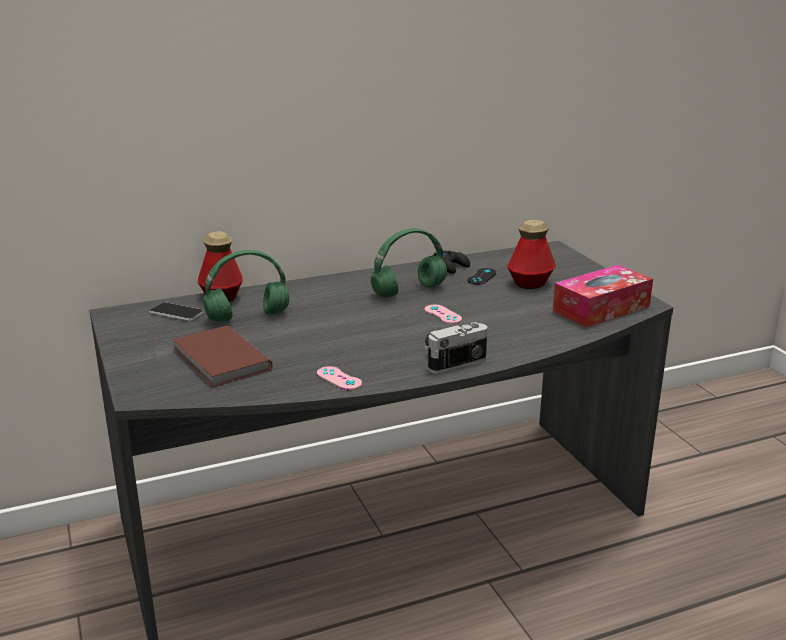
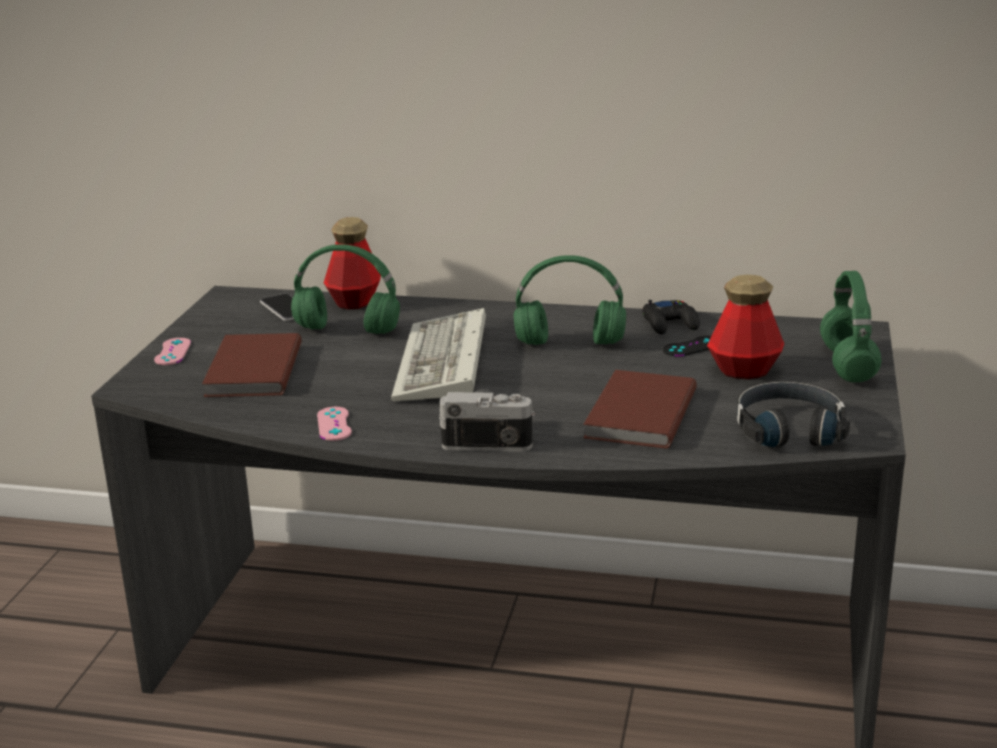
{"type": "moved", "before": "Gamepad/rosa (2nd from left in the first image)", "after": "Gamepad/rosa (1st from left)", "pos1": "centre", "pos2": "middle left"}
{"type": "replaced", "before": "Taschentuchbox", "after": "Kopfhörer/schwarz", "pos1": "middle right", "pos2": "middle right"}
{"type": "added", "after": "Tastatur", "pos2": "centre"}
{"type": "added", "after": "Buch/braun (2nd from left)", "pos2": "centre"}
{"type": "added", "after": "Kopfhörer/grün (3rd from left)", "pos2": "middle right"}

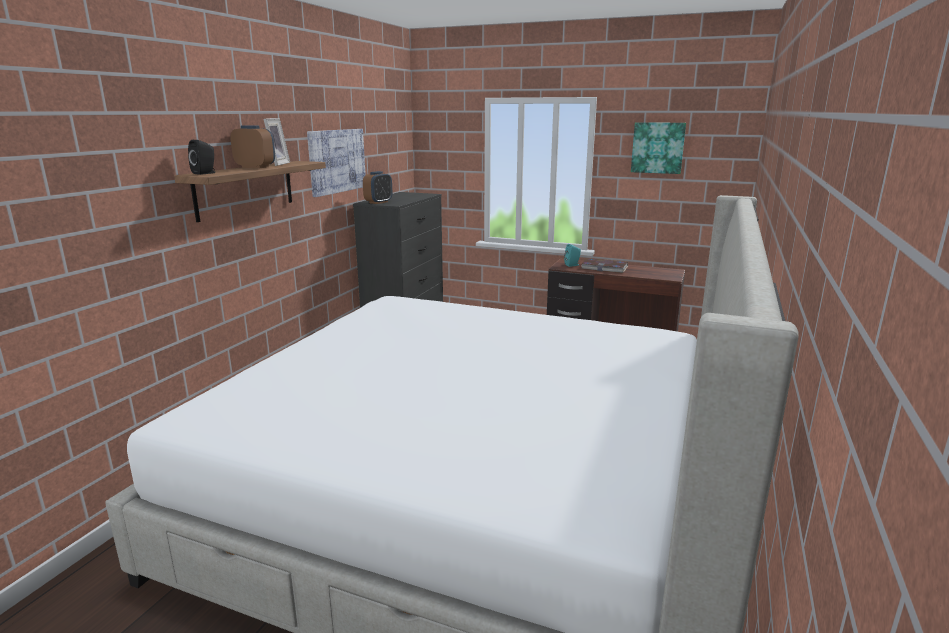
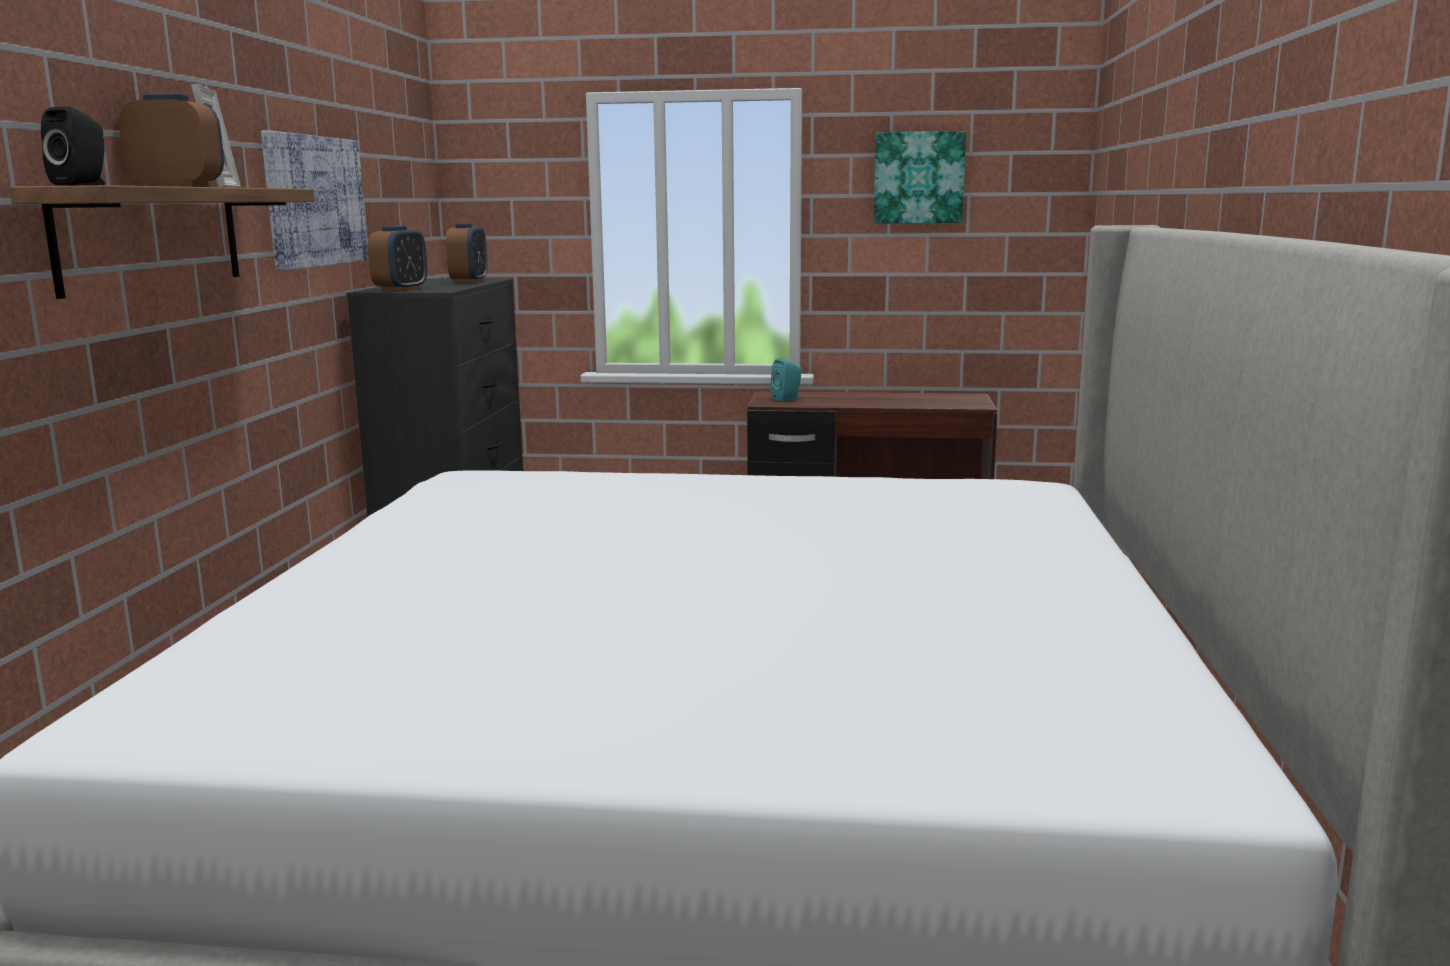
{"type": "removed", "before": "Buch", "pos1": "centre"}
{"type": "added", "after": "Wecker (3rd from left)", "pos2": "top left"}

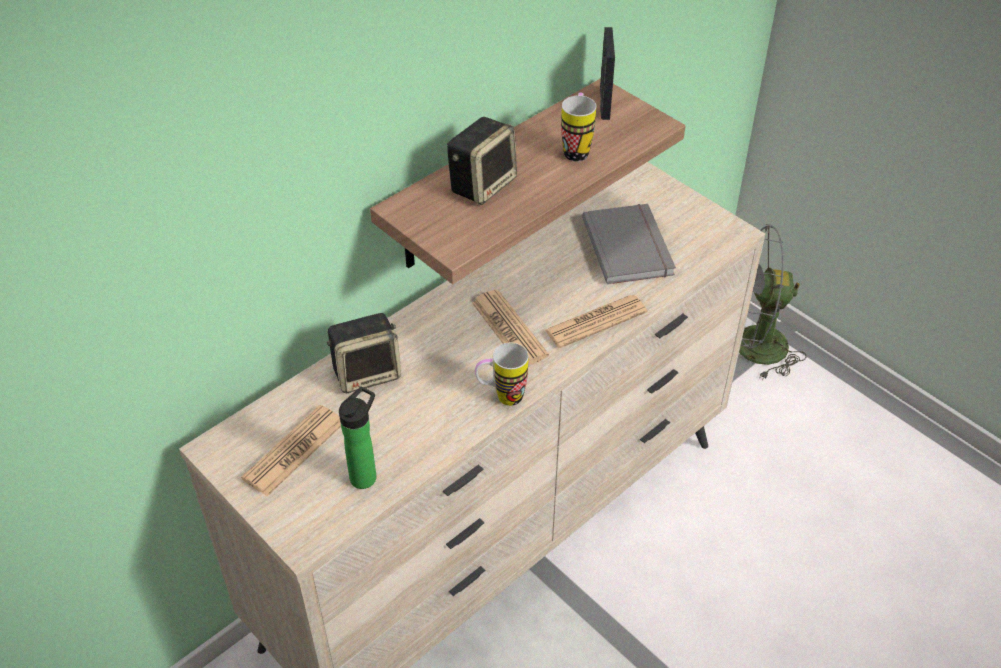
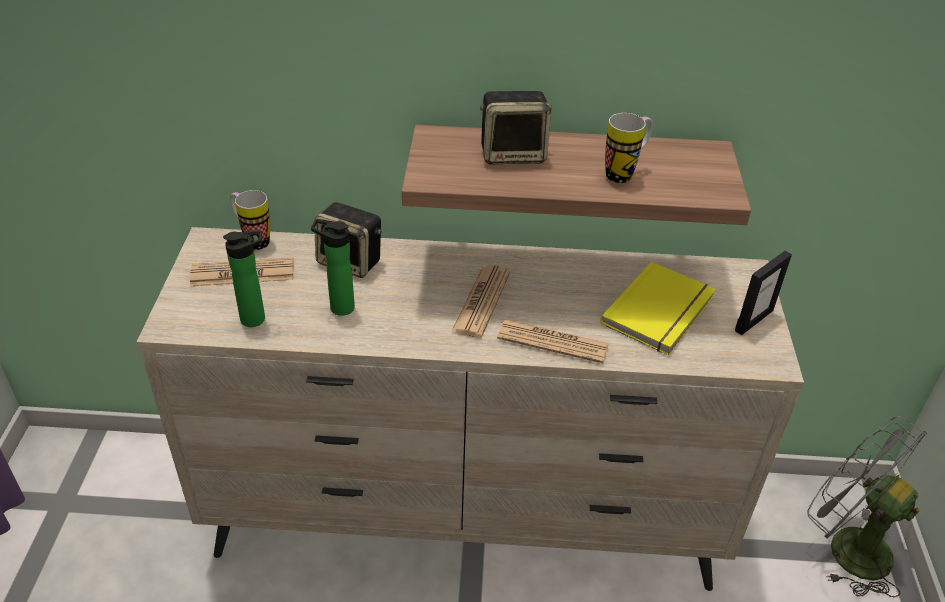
{"type": "moved", "before": "Henkelbecher (1st from left)", "pos1": "centre", "pos2": "middle left"}
{"type": "recoloured", "before": "Buch/grau", "after": "Buch/gelb", "pos1": "centre", "pos2": "middle right"}
{"type": "moved", "before": "Bilderrahmen", "pos1": "top centre", "pos2": "middle right"}
{"type": "added", "after": "Flasche (2nd from left)", "pos2": "centre"}

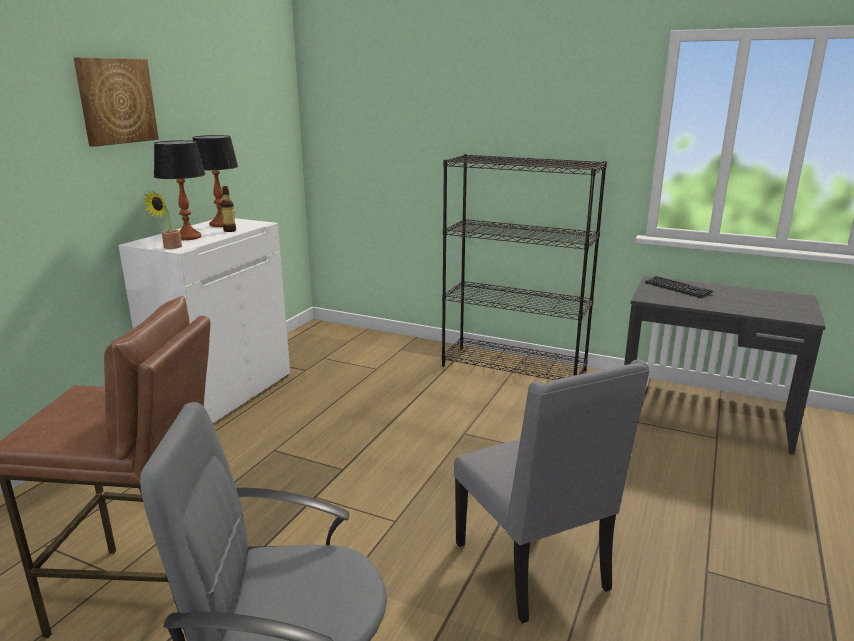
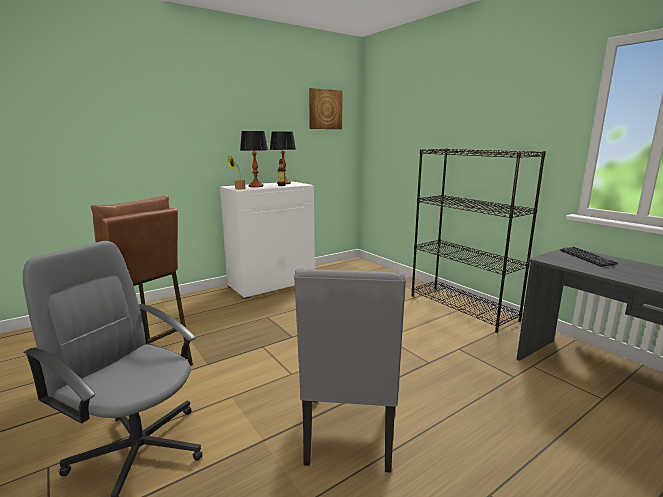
{"type": "moved", "before": "Bild", "pos1": "top left", "pos2": "top centre"}

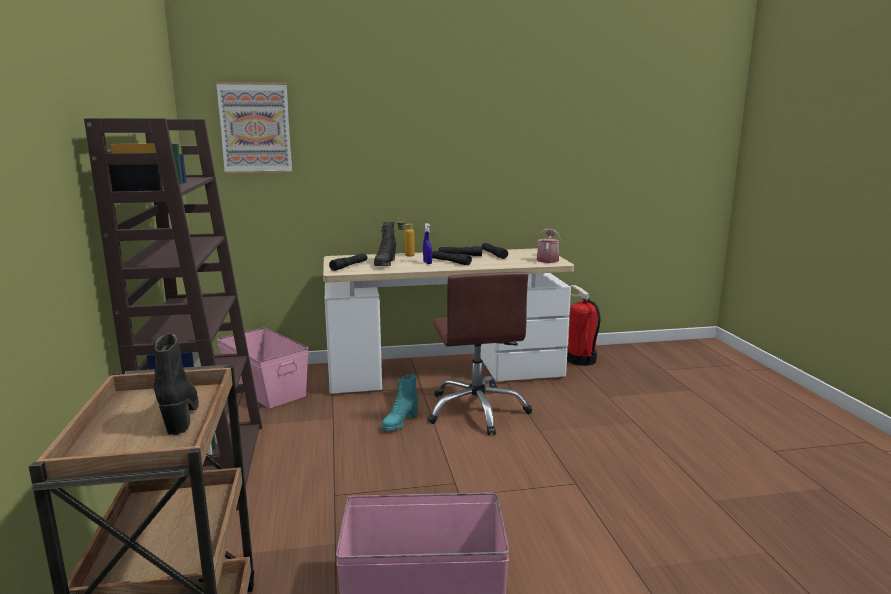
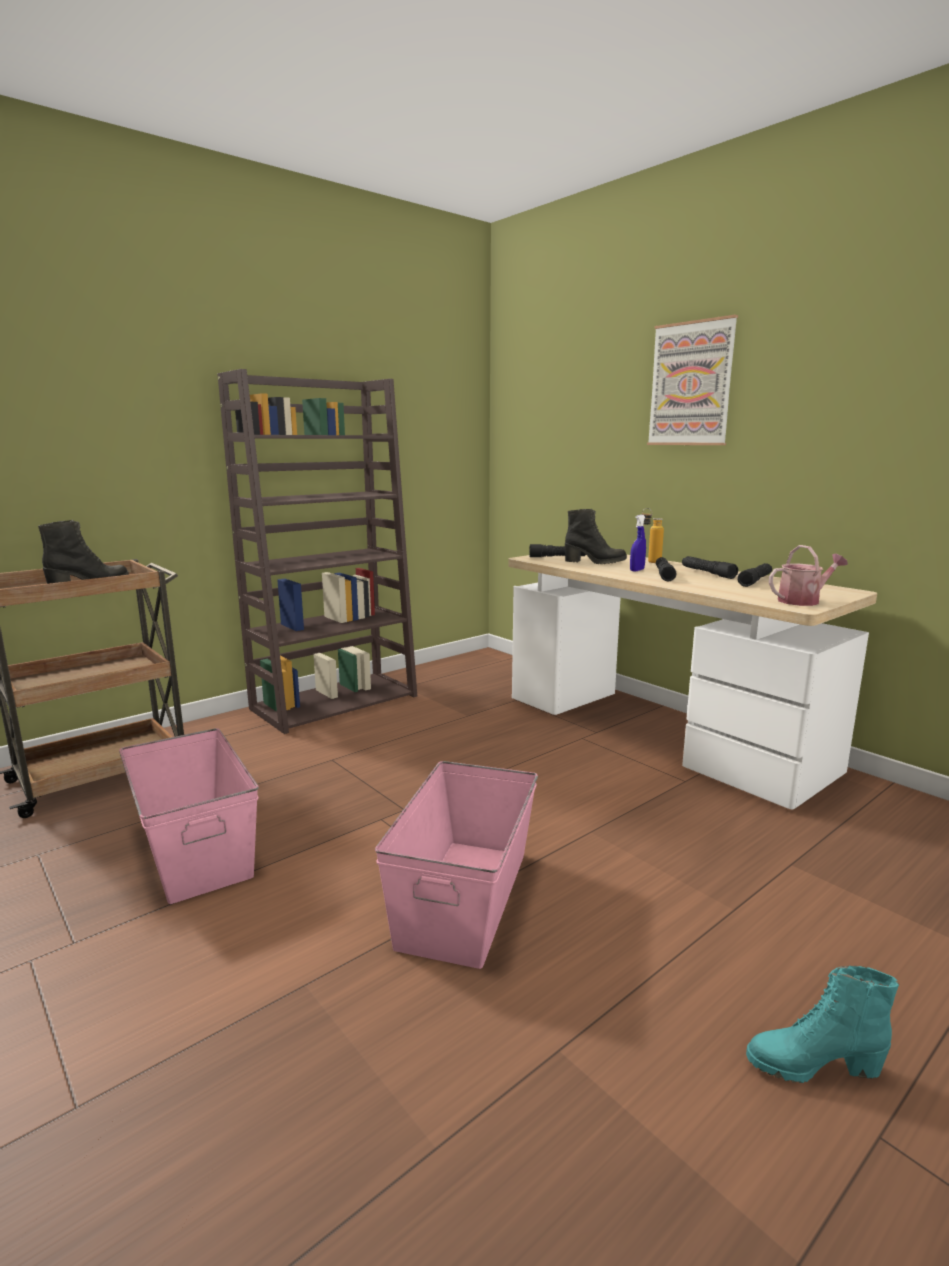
{"type": "moved", "before": "Bild", "pos1": "top left", "pos2": "top right"}
{"type": "moved", "before": "Aufbewahrungsbox/rosa (1st from left in the first image)", "after": "Aufbewahrungsbox/rosa (2nd from left)", "pos1": "middle left", "pos2": "bottom centre"}
{"type": "turned", "before": "Stiefel/schwarz (2nd from left)", "pos1": "centre", "pos2": "centre", "turn": -150}
{"type": "moved", "before": "Stiefel/türkis", "pos1": "bottom centre", "pos2": "bottom right"}
{"type": "removed", "before": "Bürostuhl/braun", "pos1": "centre"}
{"type": "removed", "before": "Feuerlöscher", "pos1": "centre"}

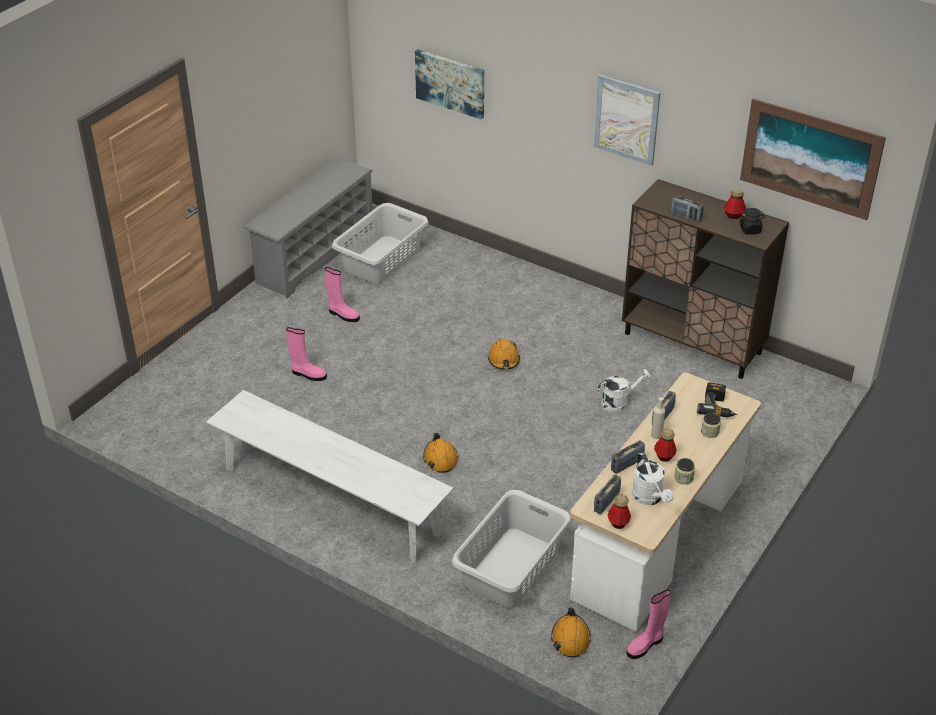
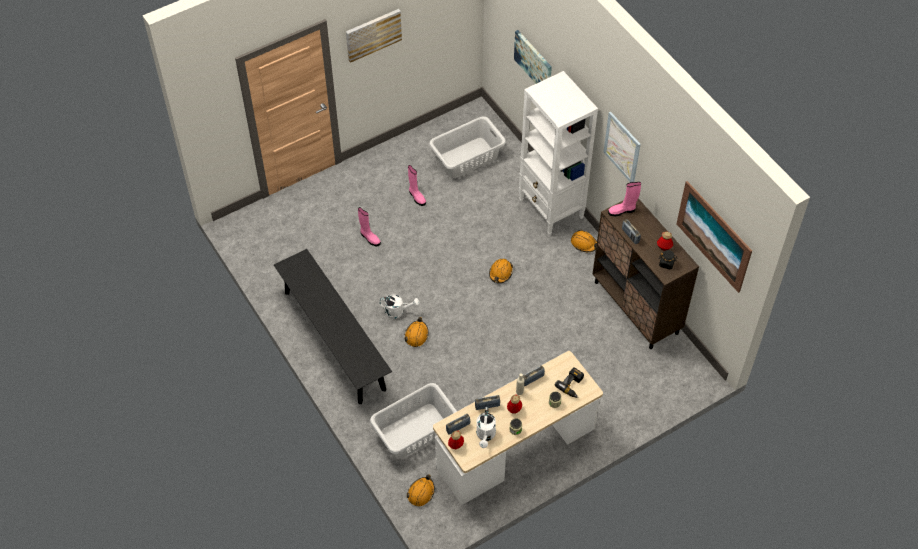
{"type": "recoloured", "before": "Bank/weiß", "after": "Bank/schwarz", "pos1": "centre", "pos2": "centre"}
{"type": "removed", "before": "Schuhregal/grau", "pos1": "top left"}
{"type": "moved", "before": "Gießkanne/weiß (1st from left)", "pos1": "middle right", "pos2": "centre"}
{"type": "moved", "before": "Stiefel/rosa (3rd from left)", "pos1": "bottom right", "pos2": "middle right"}
{"type": "added", "after": "Bild (1st from left)", "pos2": "top centre"}
{"type": "added", "after": "Bücherregal/weiß", "pos2": "top centre"}
{"type": "added", "after": "Schutzhelm/orange (4th from left)", "pos2": "centre"}

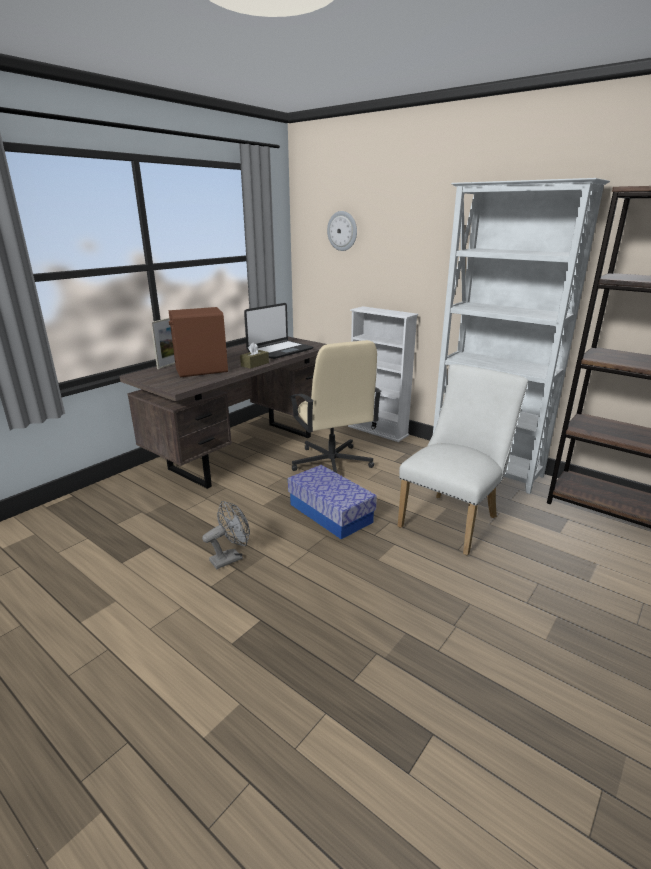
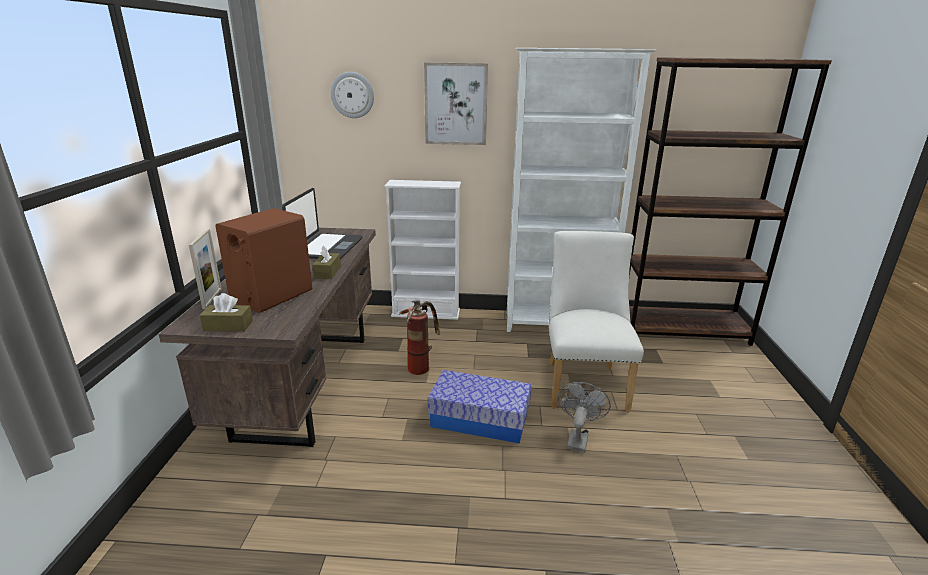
{"type": "moved", "before": "Ventilator/grau", "pos1": "centre", "pos2": "bottom centre"}
{"type": "replaced", "before": "Bürostuhl/beige", "after": "Feuerlöscher", "pos1": "centre", "pos2": "centre"}
{"type": "added", "after": "Taschentuchbox/braun (1st from left)", "pos2": "middle left"}
{"type": "added", "after": "Bild", "pos2": "top centre"}

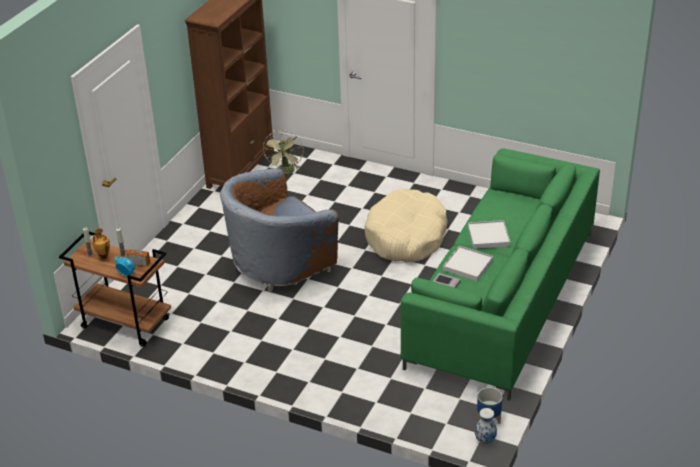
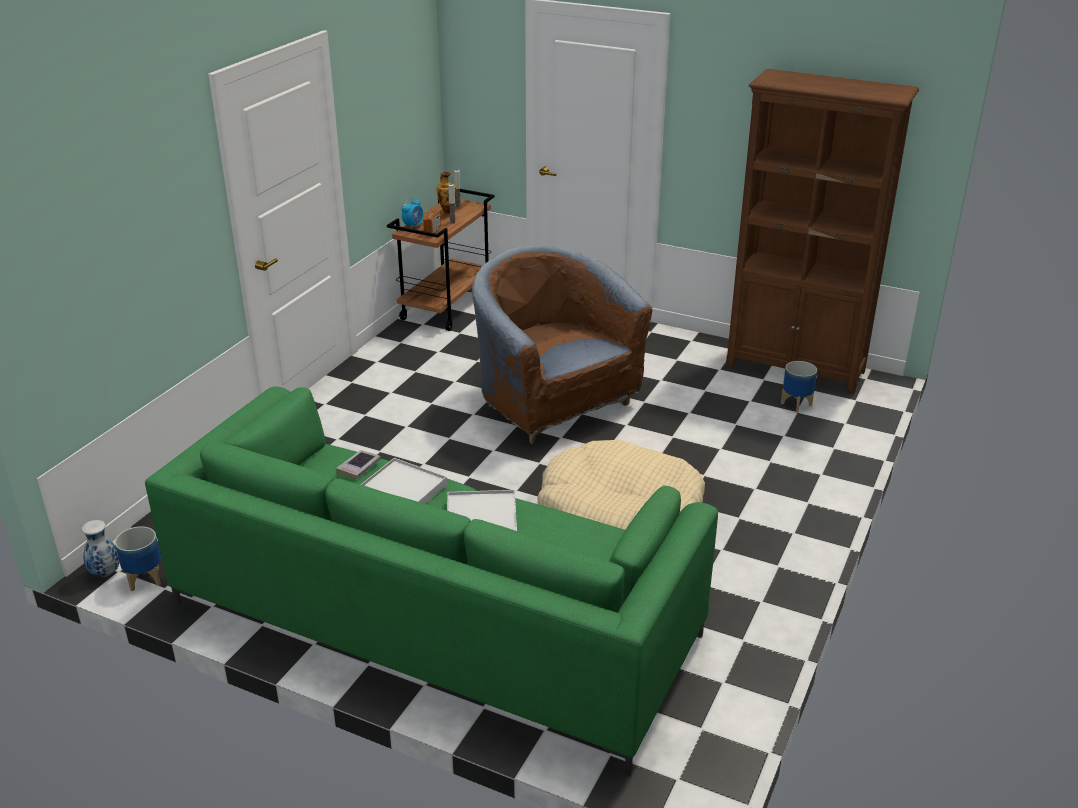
{"type": "replaced", "before": "Ventilator/grün", "after": "Pflanzkübel (2nd from left)", "pos1": "top centre", "pos2": "middle right"}

